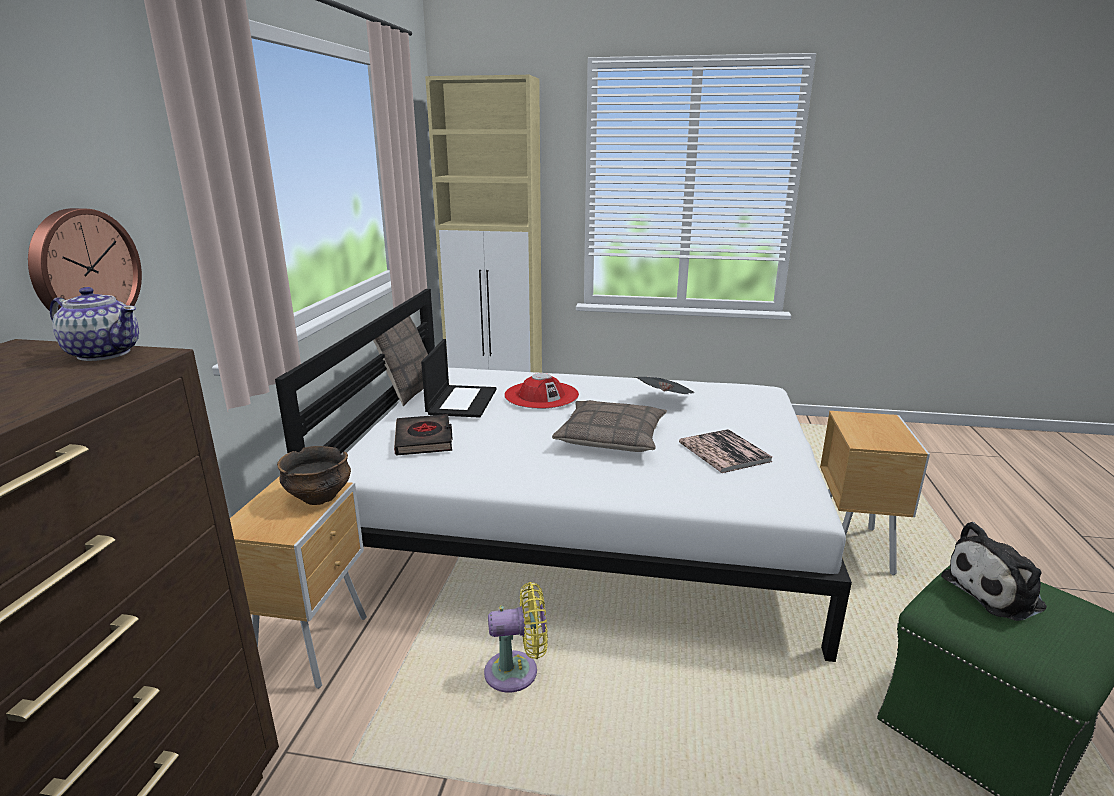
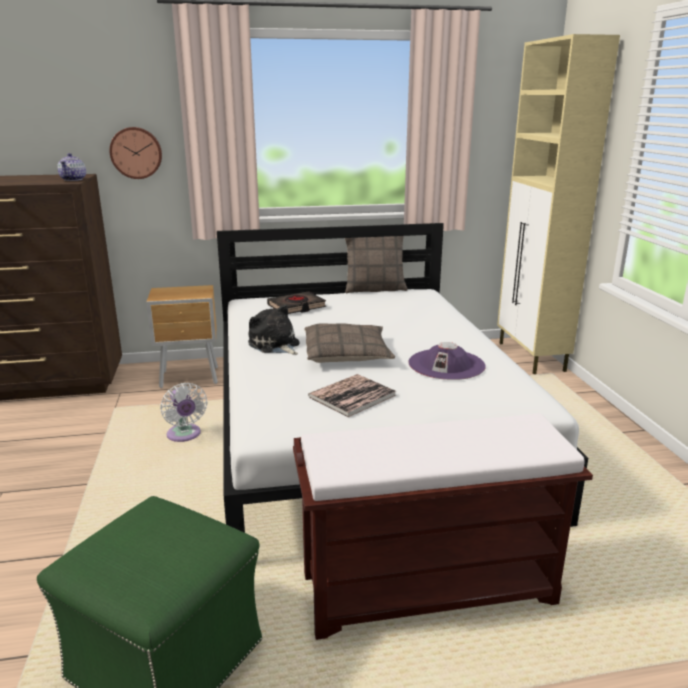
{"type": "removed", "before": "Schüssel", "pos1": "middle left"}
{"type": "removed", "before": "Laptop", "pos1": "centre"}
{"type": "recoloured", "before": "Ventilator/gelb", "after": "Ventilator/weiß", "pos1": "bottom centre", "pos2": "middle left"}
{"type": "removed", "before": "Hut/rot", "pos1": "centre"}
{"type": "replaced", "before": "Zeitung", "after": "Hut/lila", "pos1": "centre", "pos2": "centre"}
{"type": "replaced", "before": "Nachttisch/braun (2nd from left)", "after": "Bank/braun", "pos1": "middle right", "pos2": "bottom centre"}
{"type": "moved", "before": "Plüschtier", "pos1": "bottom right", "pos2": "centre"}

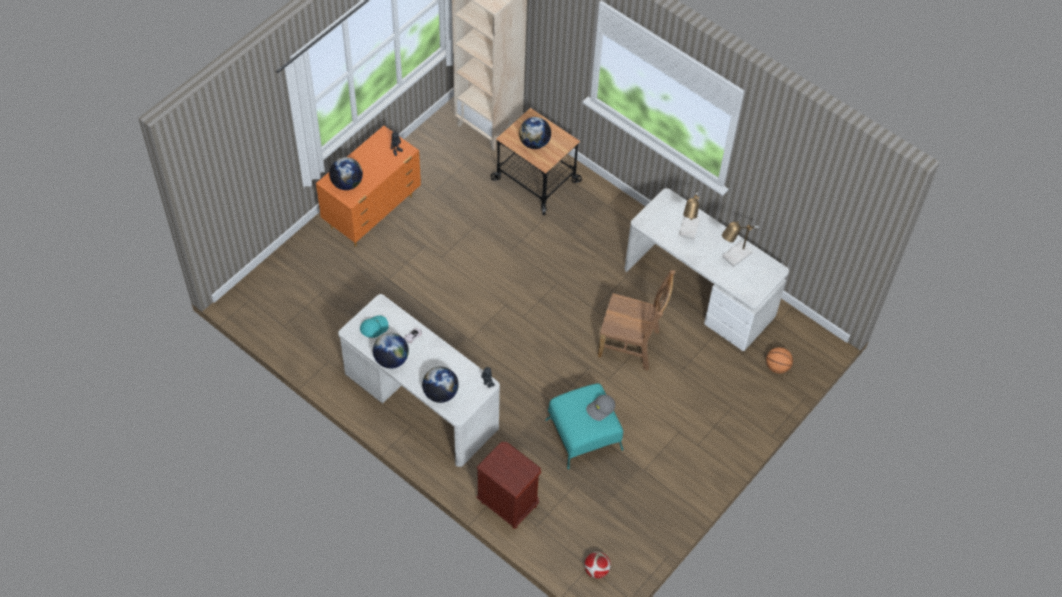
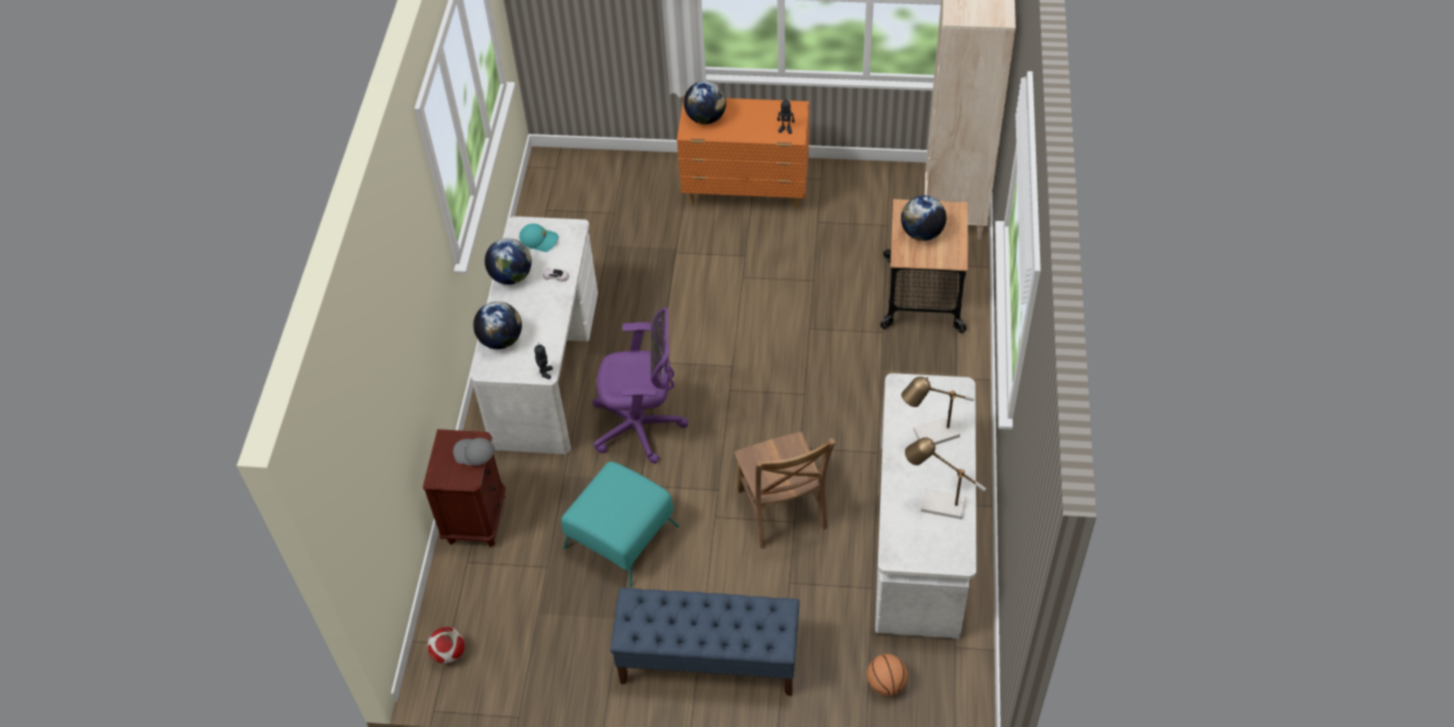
{"type": "moved", "before": "Kappe/grau", "pos1": "bottom centre", "pos2": "middle left"}
{"type": "added", "after": "Bürostuhl/lila", "pos2": "centre"}
{"type": "added", "after": "Bank/blau", "pos2": "bottom centre"}

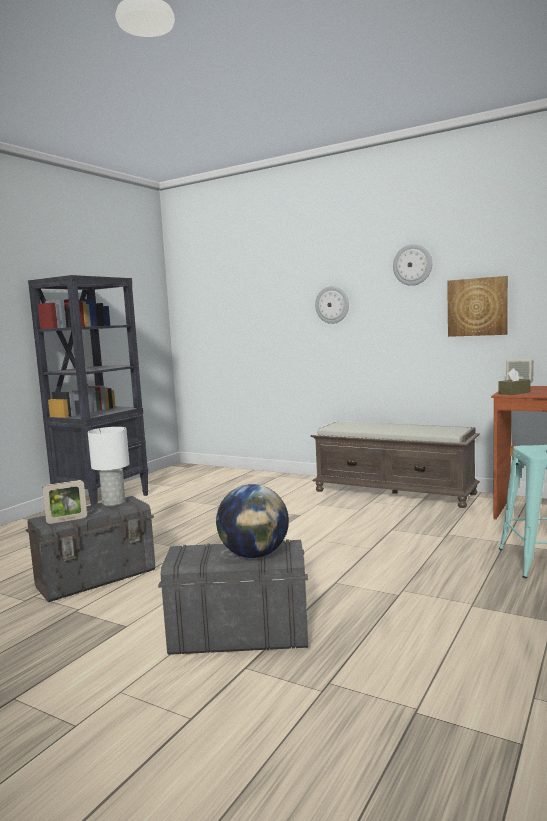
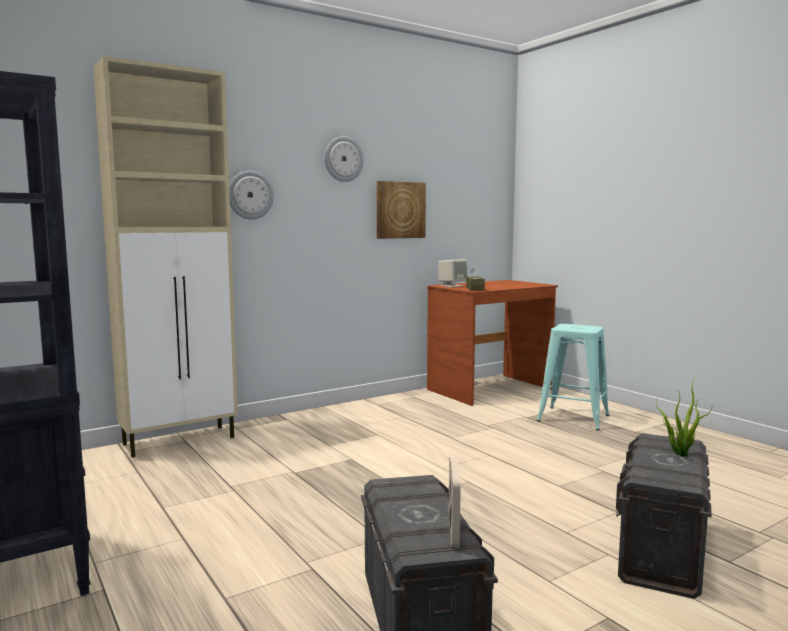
{"type": "removed", "before": "Tischlampe/weiß", "pos1": "middle left"}
{"type": "replaced", "before": "Globus", "after": "Topfpflanze", "pos1": "centre", "pos2": "middle right"}
{"type": "removed", "before": "Bank/braun", "pos1": "middle right"}
{"type": "added", "after": "Schrank/beige", "pos2": "middle left"}

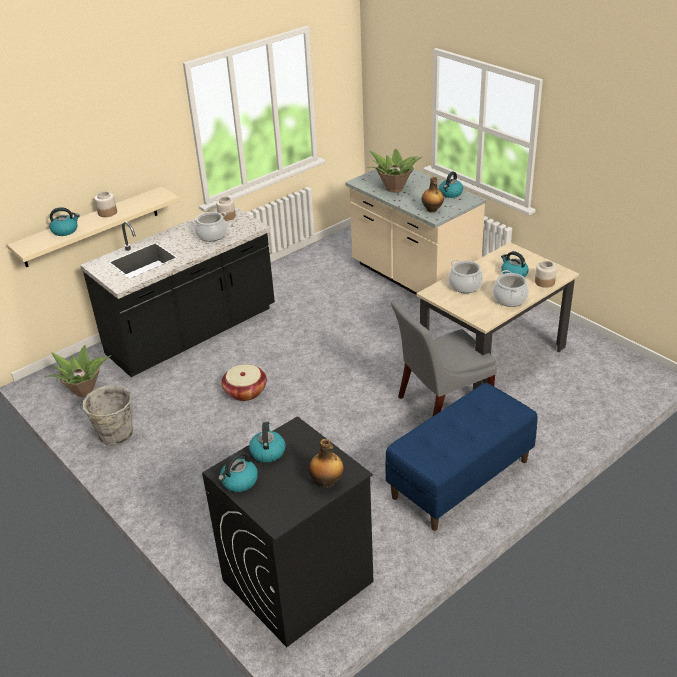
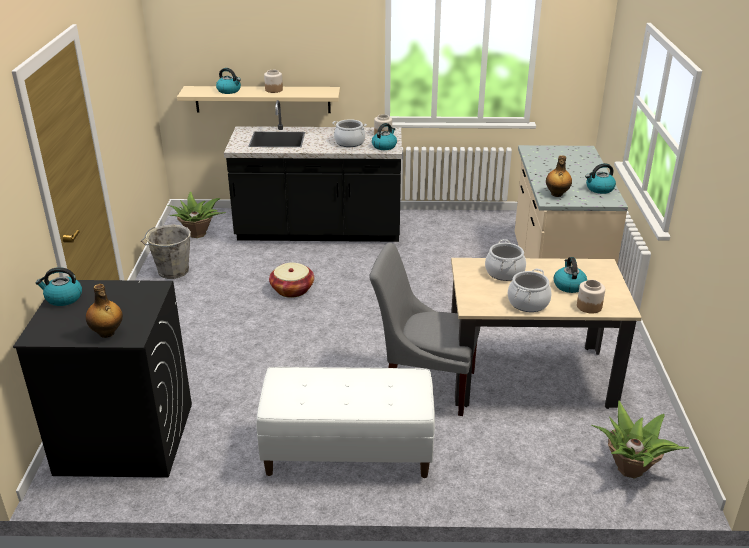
{"type": "moved", "before": "Wasserkessel (3rd from left)", "pos1": "centre", "pos2": "top centre"}
{"type": "moved", "before": "Topfpflanze (2nd from left)", "pos1": "top centre", "pos2": "bottom right"}
{"type": "recoloured", "before": "Bank/blau", "after": "Bank/weiß", "pos1": "bottom right", "pos2": "bottom centre"}

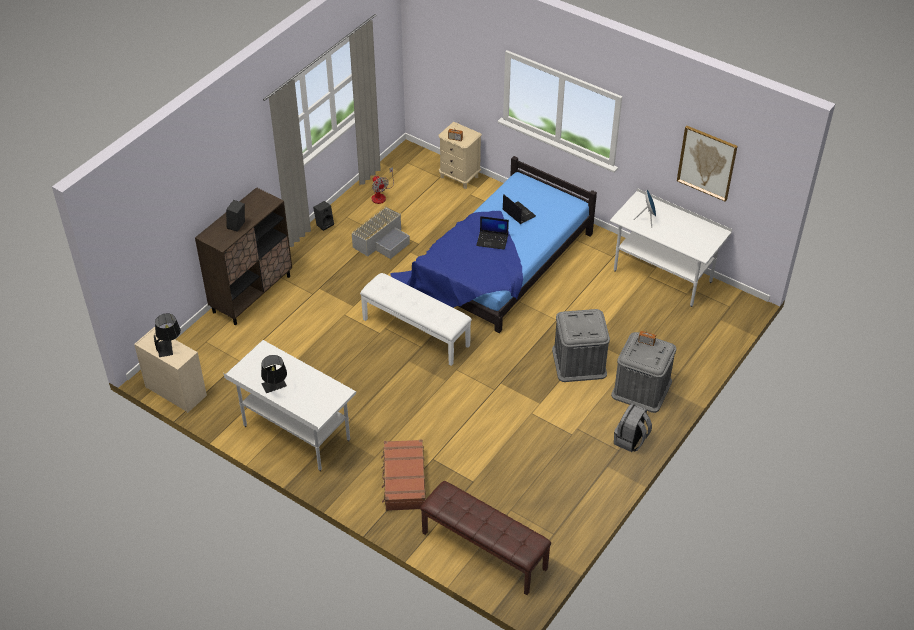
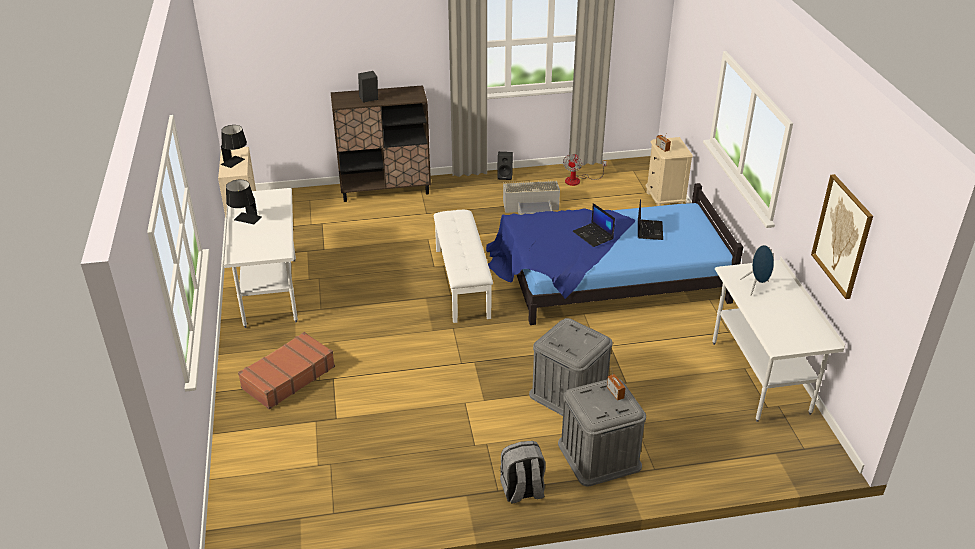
{"type": "removed", "before": "Bank/braun", "pos1": "bottom centre"}

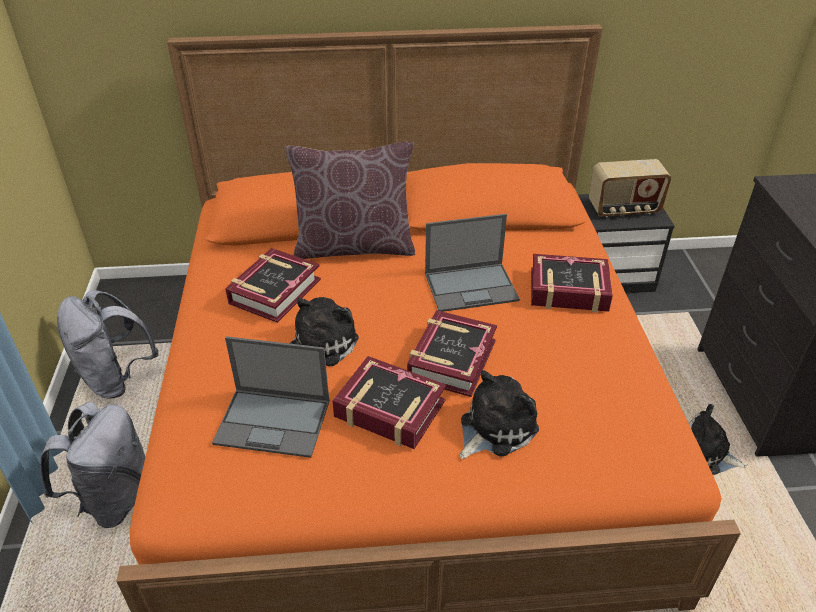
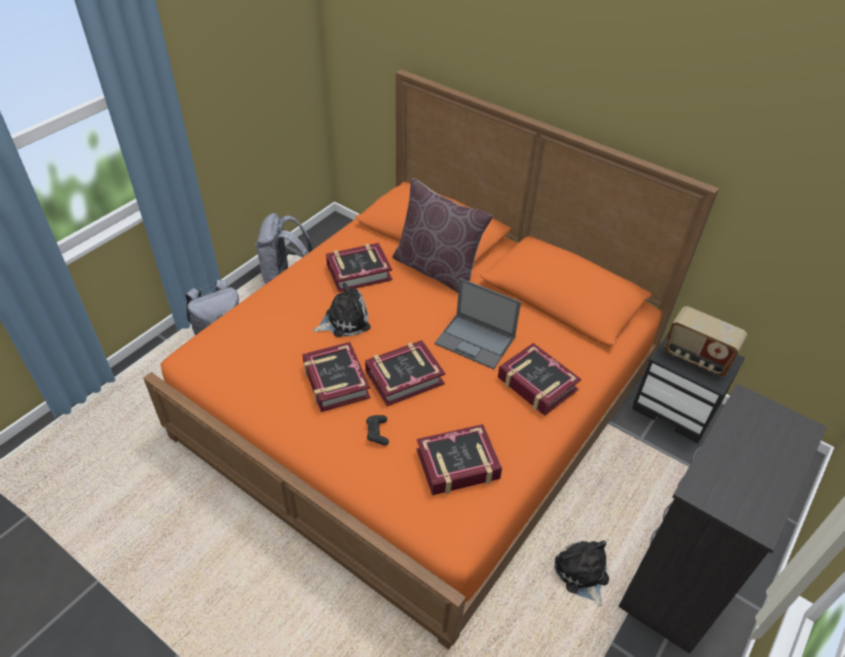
{"type": "removed", "before": "Laptop (1st from left)", "pos1": "middle left"}
{"type": "replaced", "before": "Plüschtier (2nd from left)", "after": "Gamepad/schwarz", "pos1": "bottom centre", "pos2": "centre"}
{"type": "added", "after": "Buch (4th from left)", "pos2": "bottom centre"}

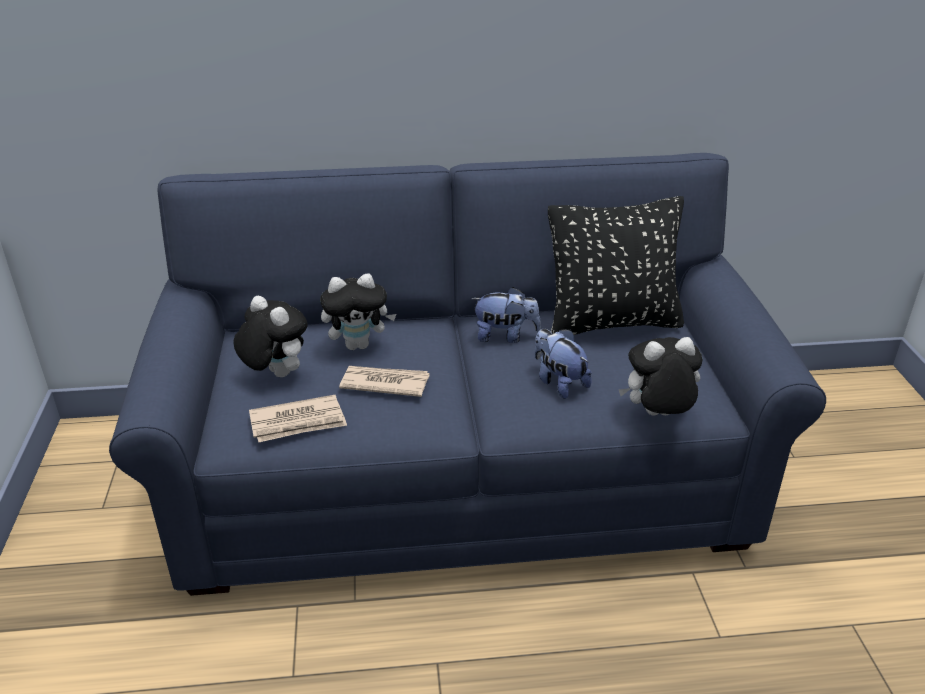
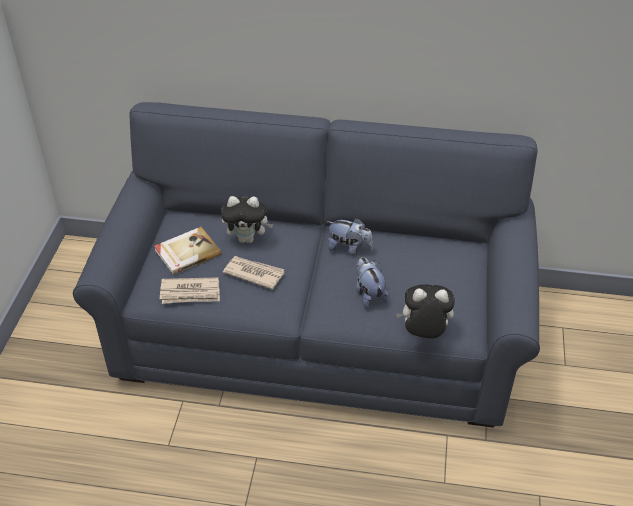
{"type": "replaced", "before": "Plüschtier (1st from left)", "after": "Buch", "pos1": "middle left", "pos2": "middle left"}
{"type": "removed", "before": "Kissen/schwarz", "pos1": "centre"}

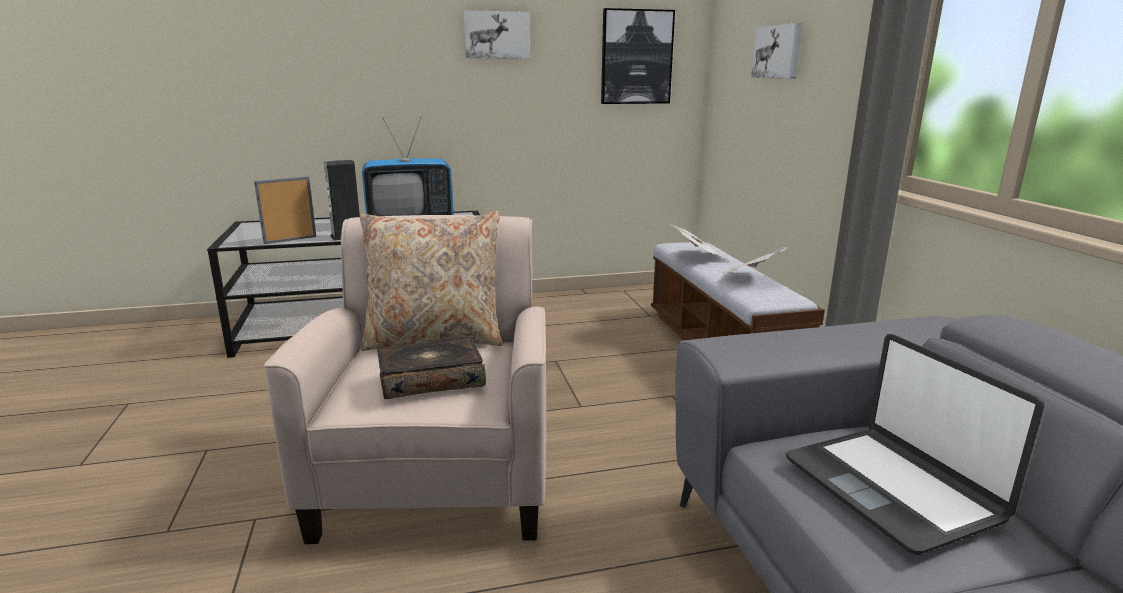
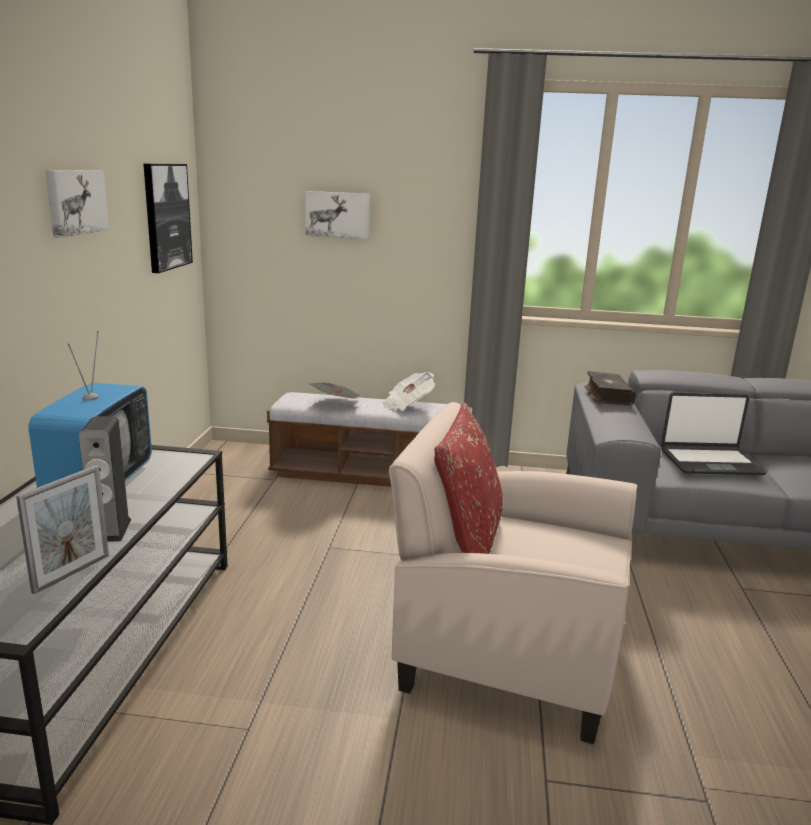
{"type": "turned", "before": "Bilderrahmen", "pos1": "middle left", "pos2": "middle left", "turn": -135}
{"type": "recoloured", "before": "Kissen/beige", "after": "Kissen/rot", "pos1": "centre", "pos2": "centre"}
{"type": "moved", "before": "Buch", "pos1": "centre", "pos2": "middle right"}

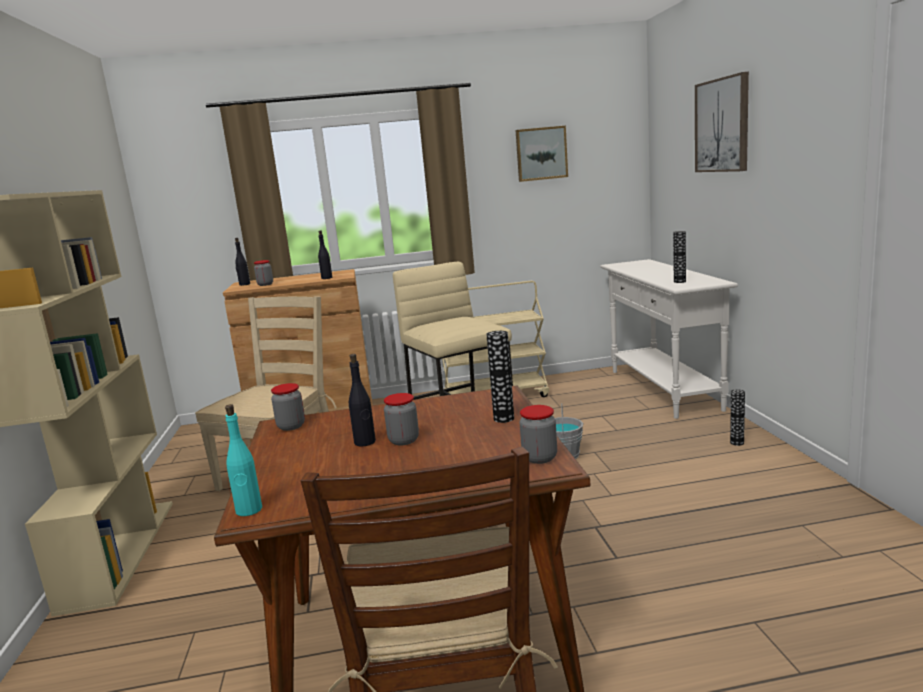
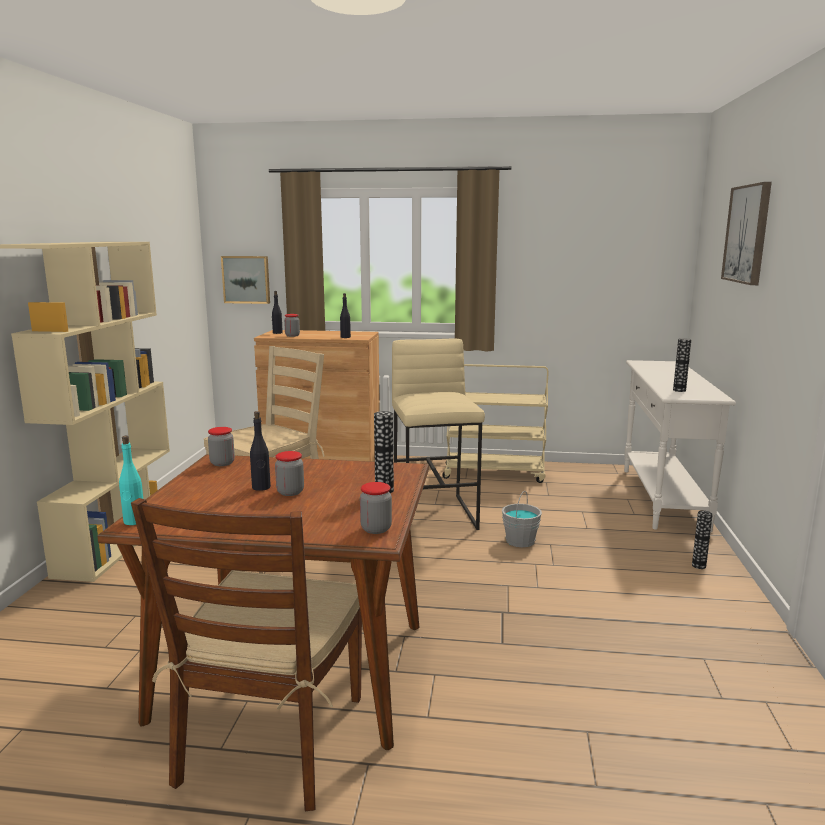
{"type": "moved", "before": "Bild (1st from left)", "pos1": "top centre", "pos2": "middle left"}

